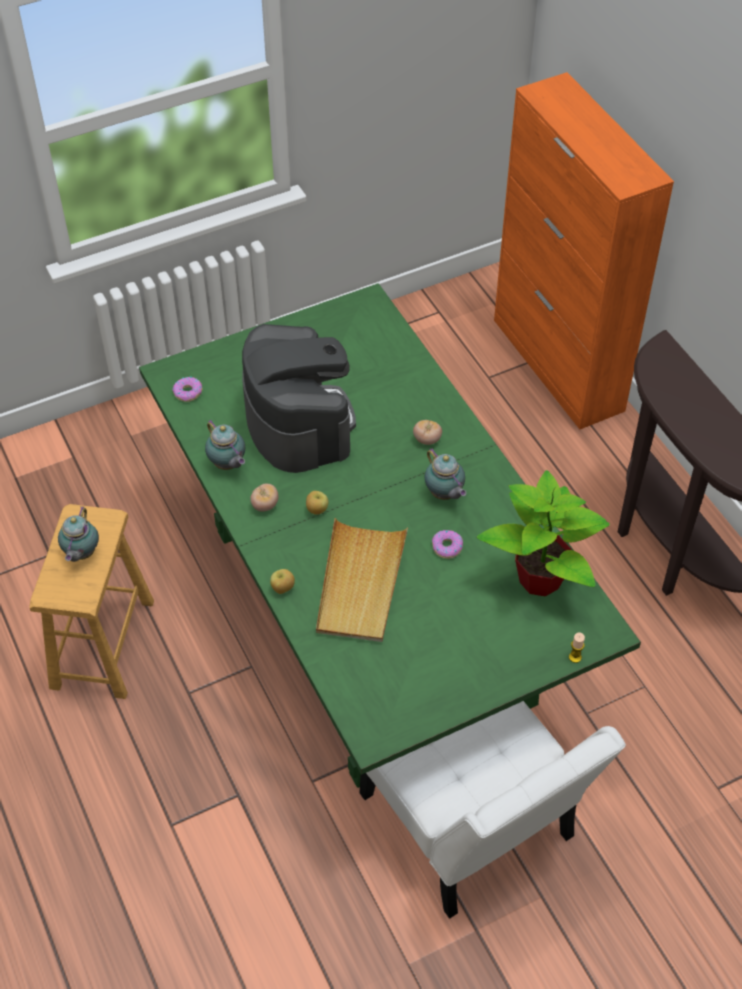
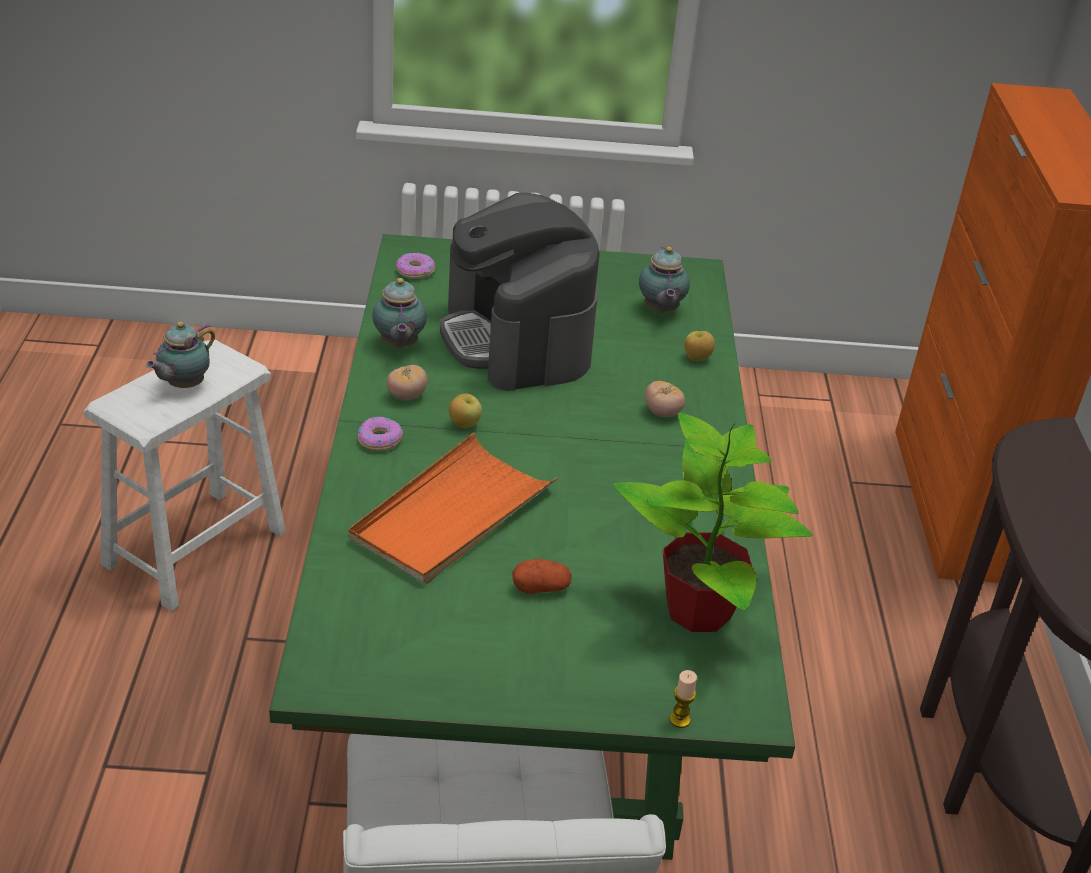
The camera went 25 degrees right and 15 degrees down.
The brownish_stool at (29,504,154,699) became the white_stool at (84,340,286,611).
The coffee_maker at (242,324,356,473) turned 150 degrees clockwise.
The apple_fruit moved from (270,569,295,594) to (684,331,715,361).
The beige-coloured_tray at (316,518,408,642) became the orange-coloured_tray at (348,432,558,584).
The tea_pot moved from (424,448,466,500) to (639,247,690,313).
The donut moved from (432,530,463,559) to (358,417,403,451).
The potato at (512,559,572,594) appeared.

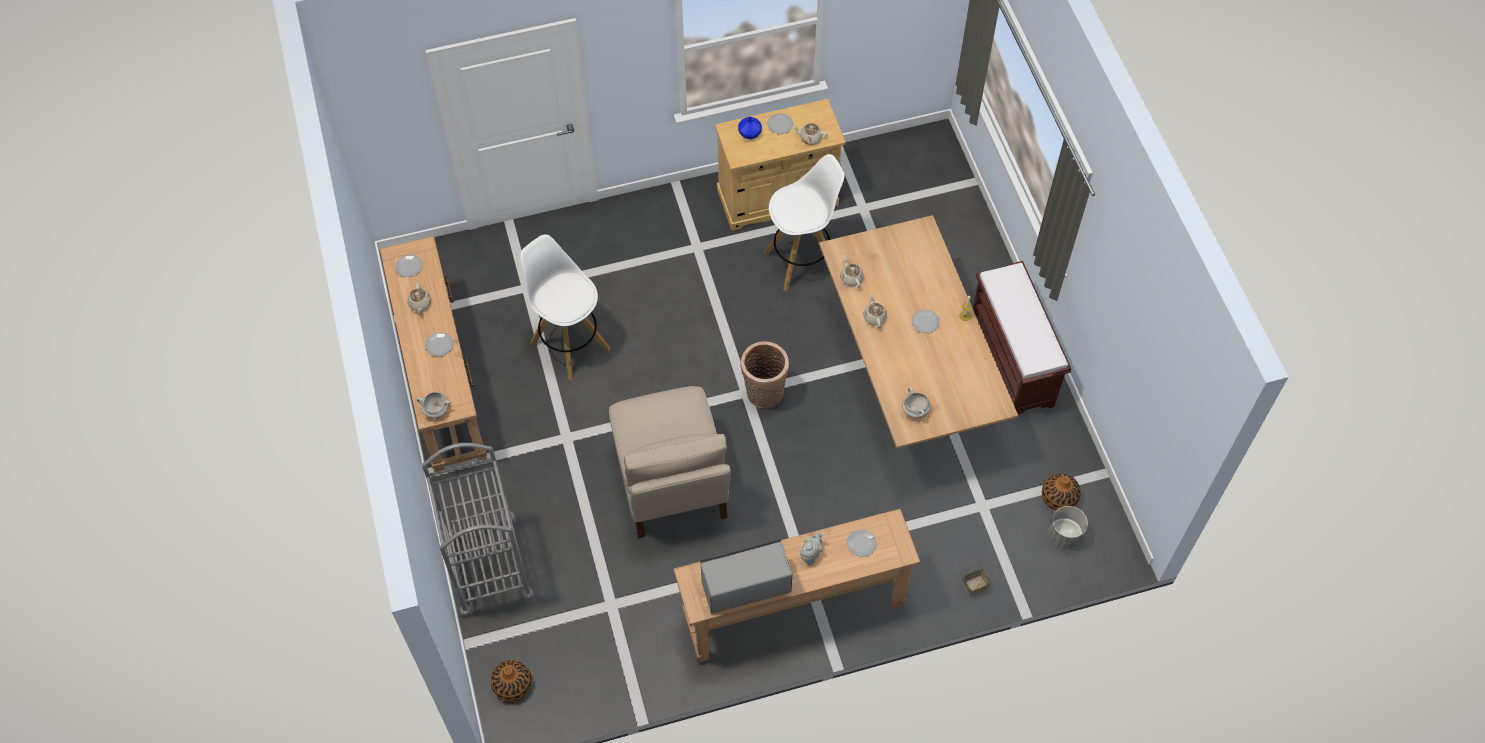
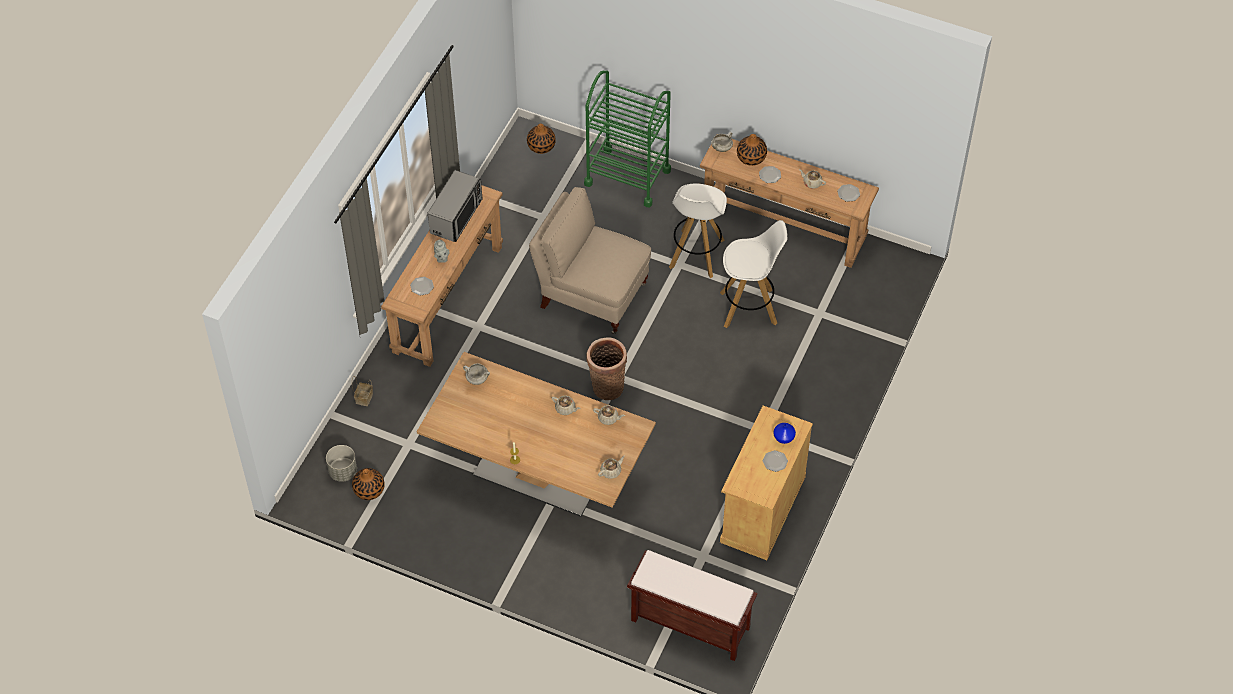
The camera went 130 degrees right and 5 degrees down.
The greyish_trolley at (422,443,535,618) became the green-coloured_trolley at (584,71,671,207).
The white_stool moved from (763,154,845,291) to (669,184,727,278).
The beige-coloured_tea_pot moved from (792,123,828,145) to (598,455,625,479).
The flat_dish at (912,310,940,333) disappeared.
The brownish_bench moved from (973,261,1072,415) to (627,550,757,661).
The vase at (737,134,767,166) appeared.

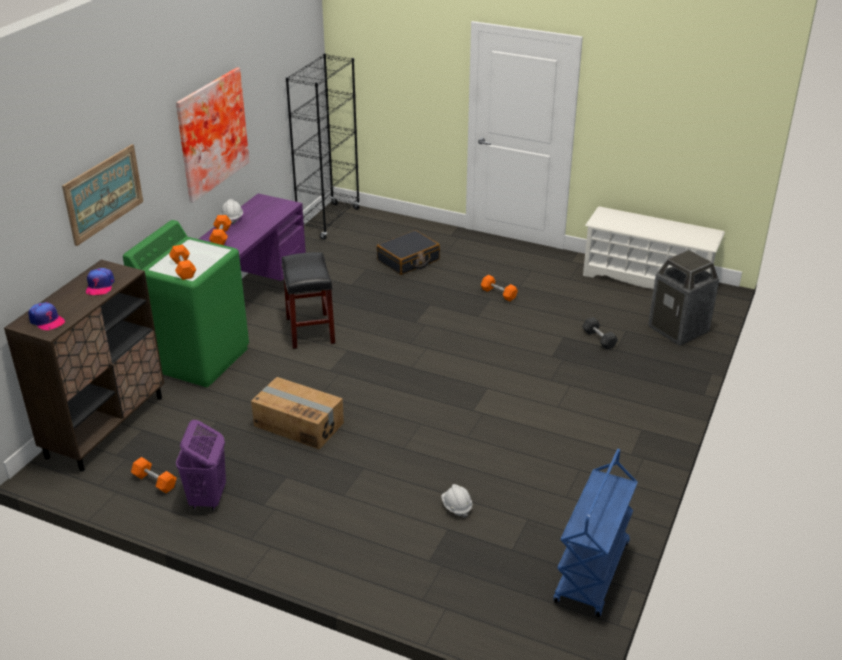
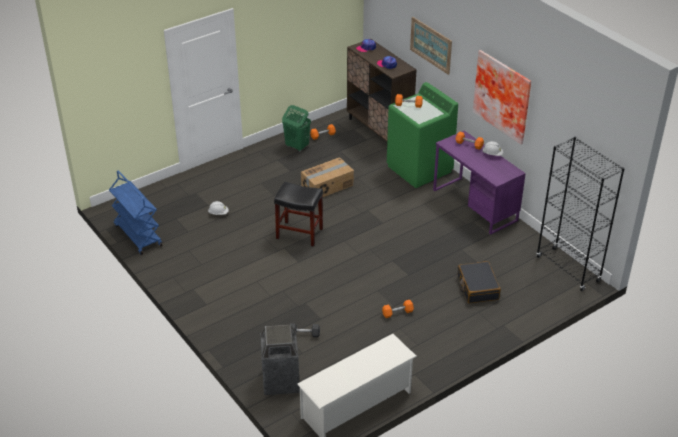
The camera went 120 degrees right and 5 degrees up.
The purple-coloured_washing_basket at (176,420,226,511) became the green-coloured_washing_basket at (282,105,311,151).
The blackish_stool moved from (282,252,335,349) to (274,182,323,247).

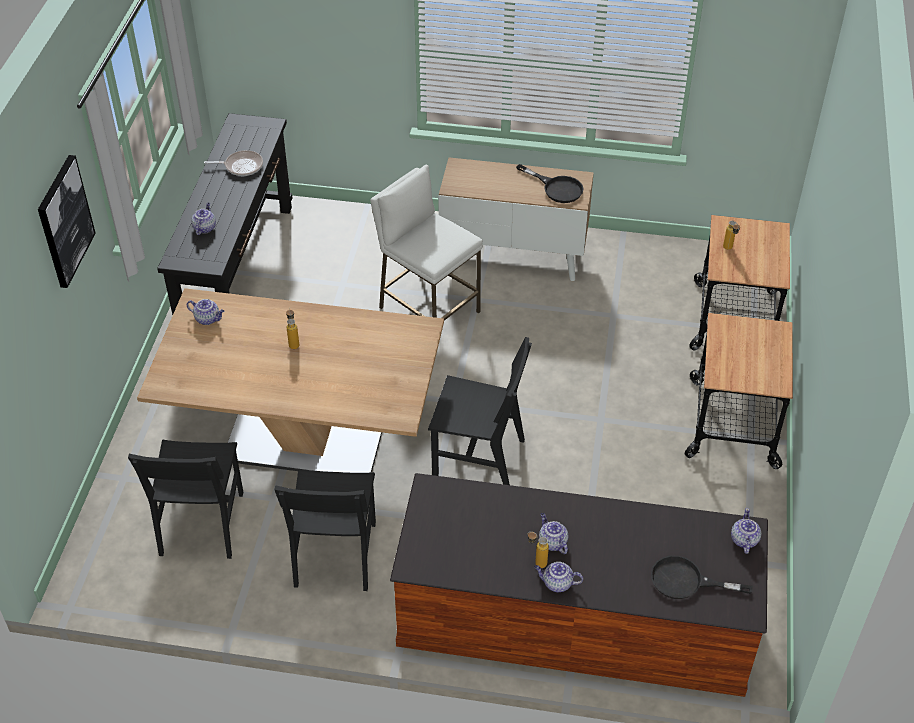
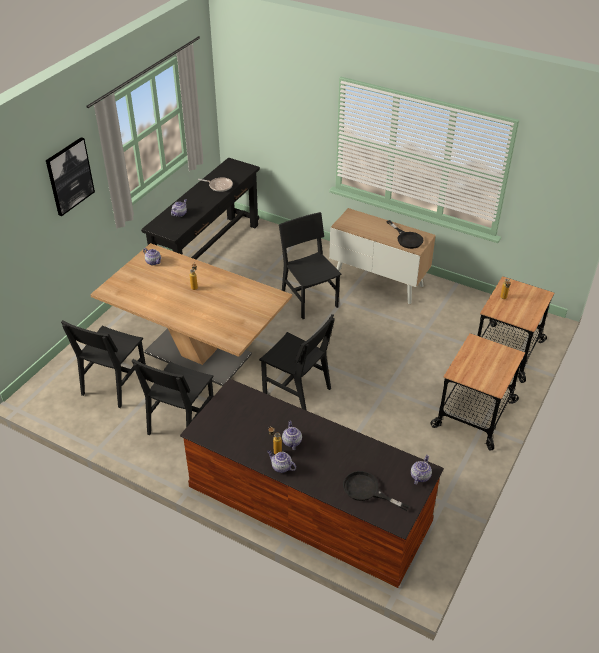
The camera went 20 degrees right and 5 degrees down.
The white_stool at (370,164,483,321) was replaced by the blackish_plain_chair at (279,212,341,319).

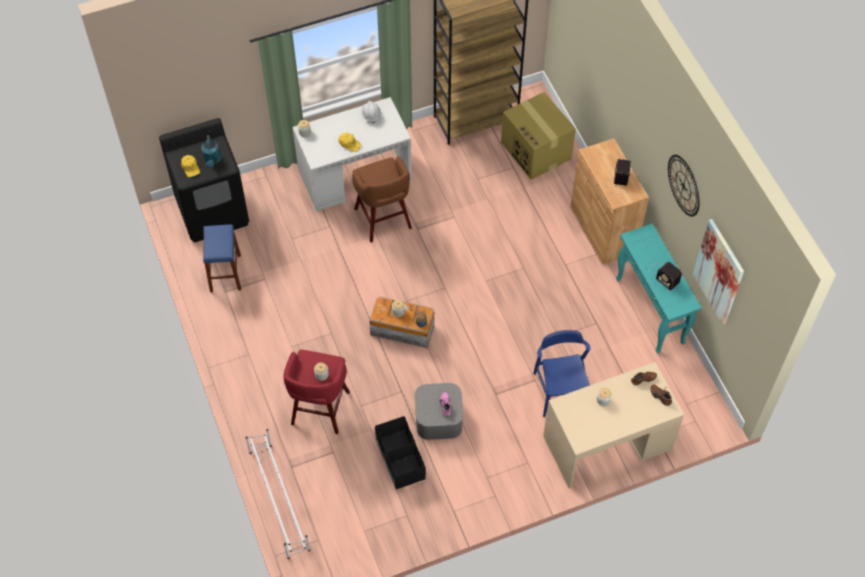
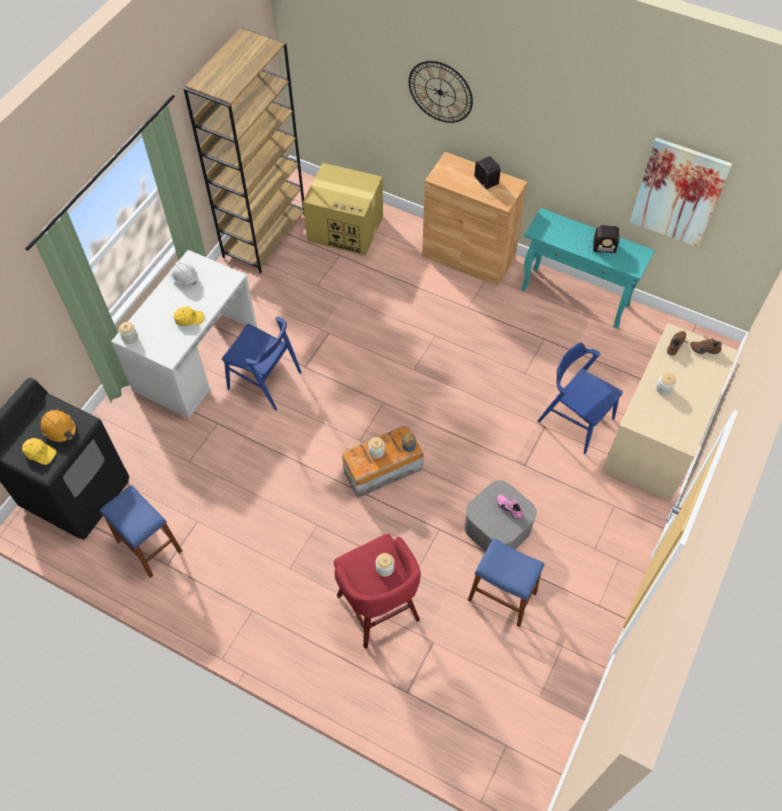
The camera went 40 degrees left and 0 degrees up.
The blue-green_watering_can at (201,135,221,168) was replaced by the orange-coloured_hard_hat at (41,408,77,443).
The white_shoe_shelf at (245,429,311,559) disappeared.
The brownish_stool at (352,156,412,243) was replaced by the blue_plain_chair at (222,317,302,410).
The blackish_storage_box at (375,416,426,489) was replaced by the blue_stool at (468,538,545,627).
The clock_on_the_wall moved from (668,155,700,217) to (409,61,473,123).

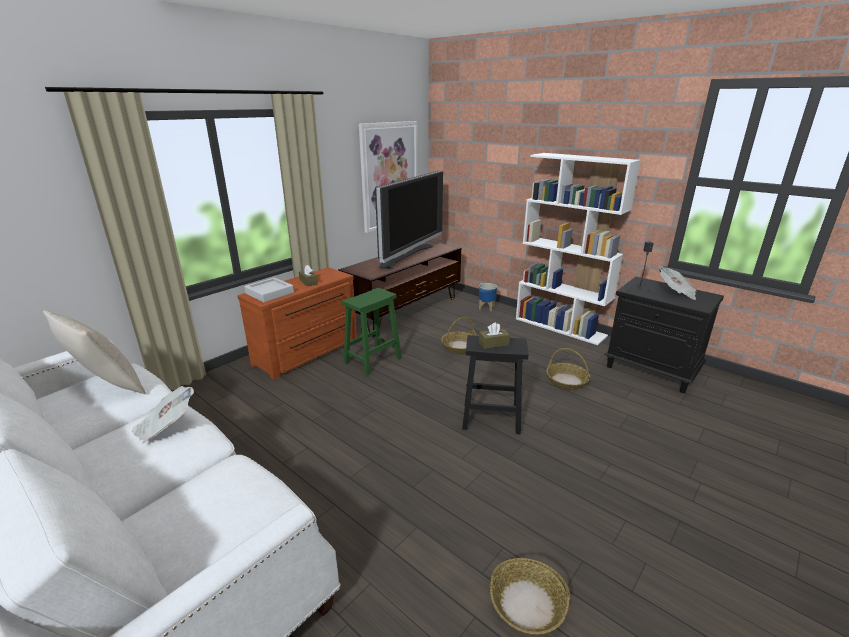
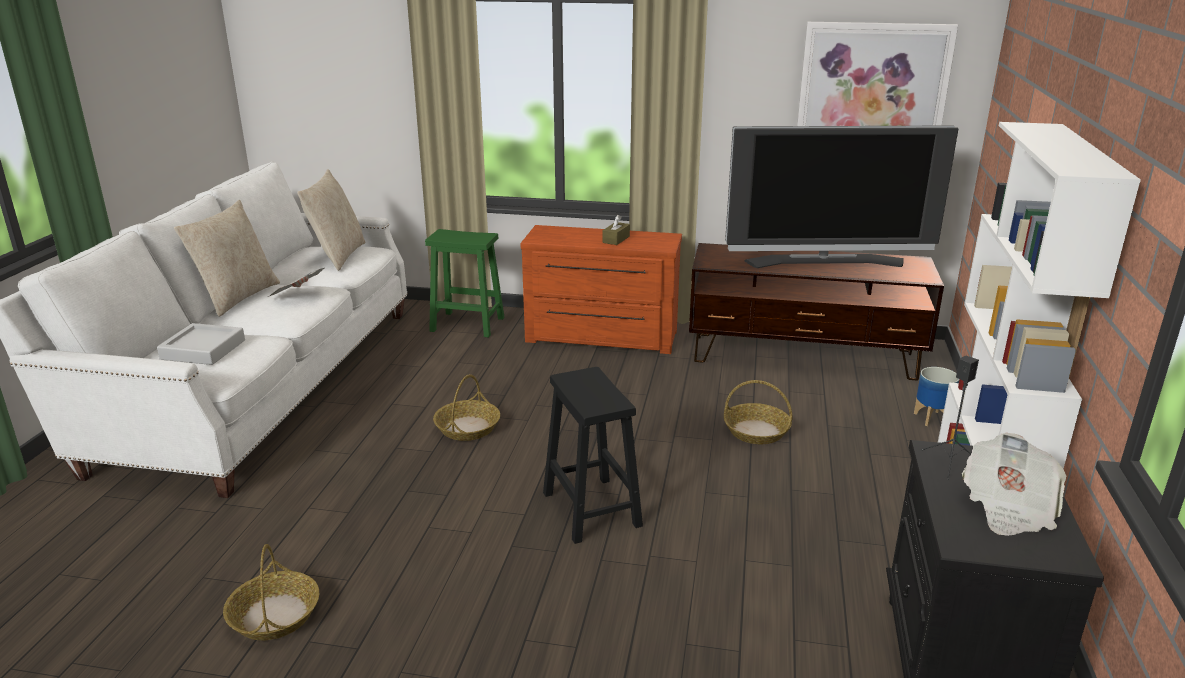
The camera went 60 degrees right and 0 degrees up.
The greyish_tray moved from (244,277,294,302) to (157,323,245,365).
The green-coloured_stool moved from (342,288,402,376) to (425,229,504,337).
The brownish_tissue_holder at (479,322,510,349) disappeared.
The basket moved from (546,348,590,390) to (433,374,500,441).
The beige-coloured_pillow at (174,200,280,317) appeared.

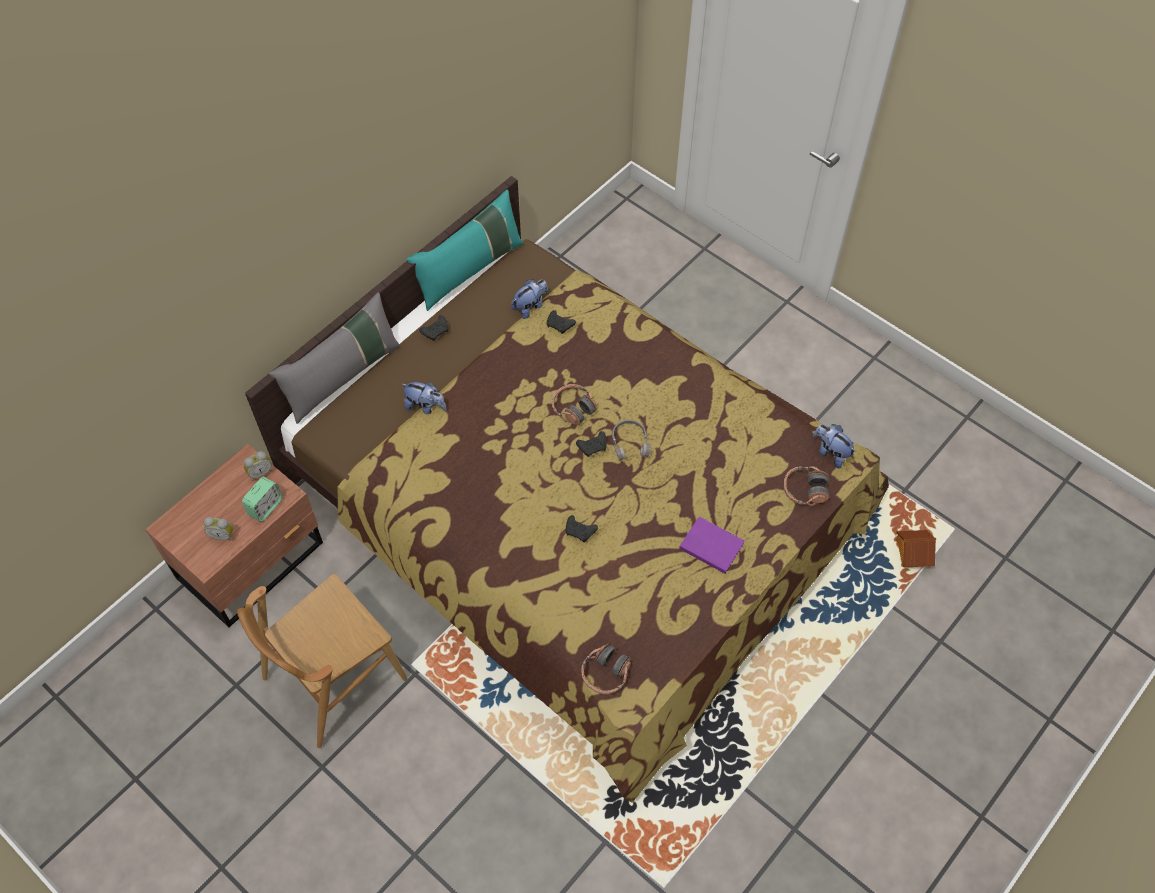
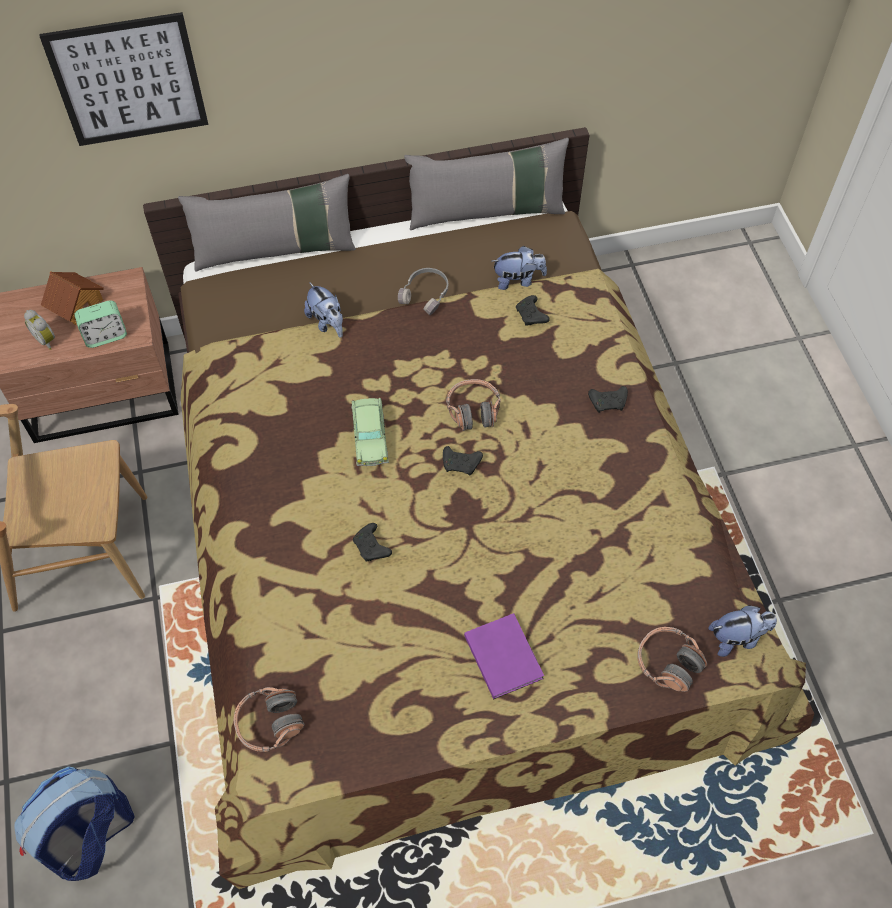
The camera went 35 degrees right and 0 degrees up.
The bedside_clock at (244,451,272,481) disappeared.
The blue-green_pillow at (406,190,524,311) became the greyish_pillow at (404,138,569,230).
The blackish_game_controller moved from (419,315,448,341) to (588,386,628,413).
The greyish_pair_of_headphones moved from (612,420,651,461) to (398,268,448,315).
The soft_toy at (813,424,856,468) turned 90 degrees clockwise.
The toy_house moved from (896,530,936,567) to (41,272,104,325).
The rucksack at (14,766,135,881) appeared.
The wall_art at (39,12,208,146) appeared.
The model_car at (351,397,389,466) appeared.

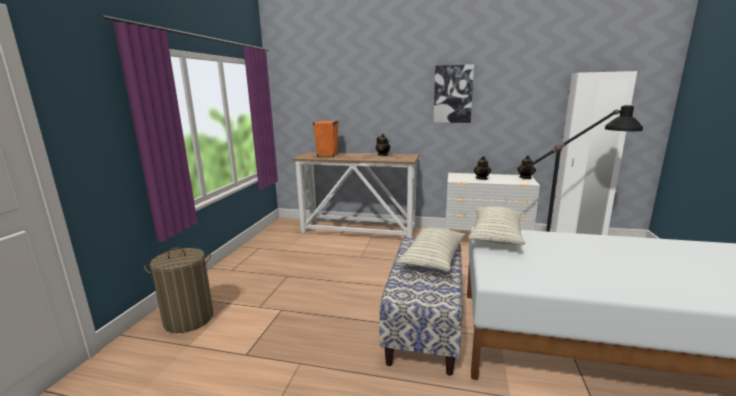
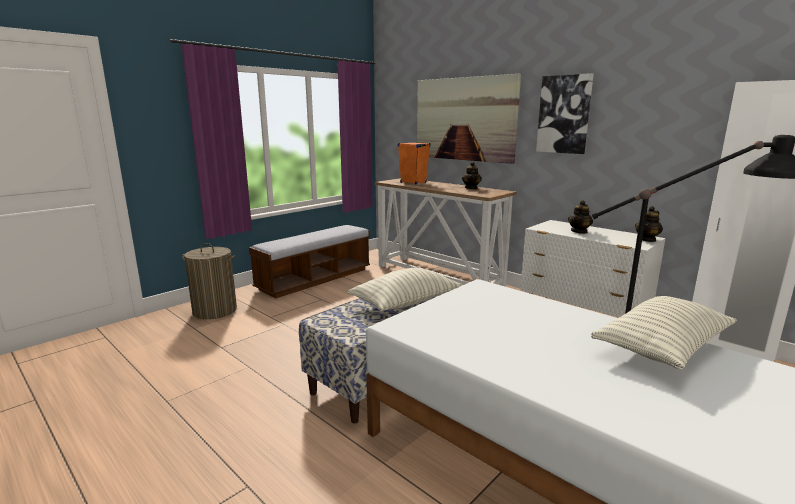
The camera went 30 degrees right and 0 degrees up.
The pillow moved from (468,206,525,245) to (591,296,737,369).
The bench at (249,225,370,298) appeared.
The wall_art at (417,74,521,164) appeared.

